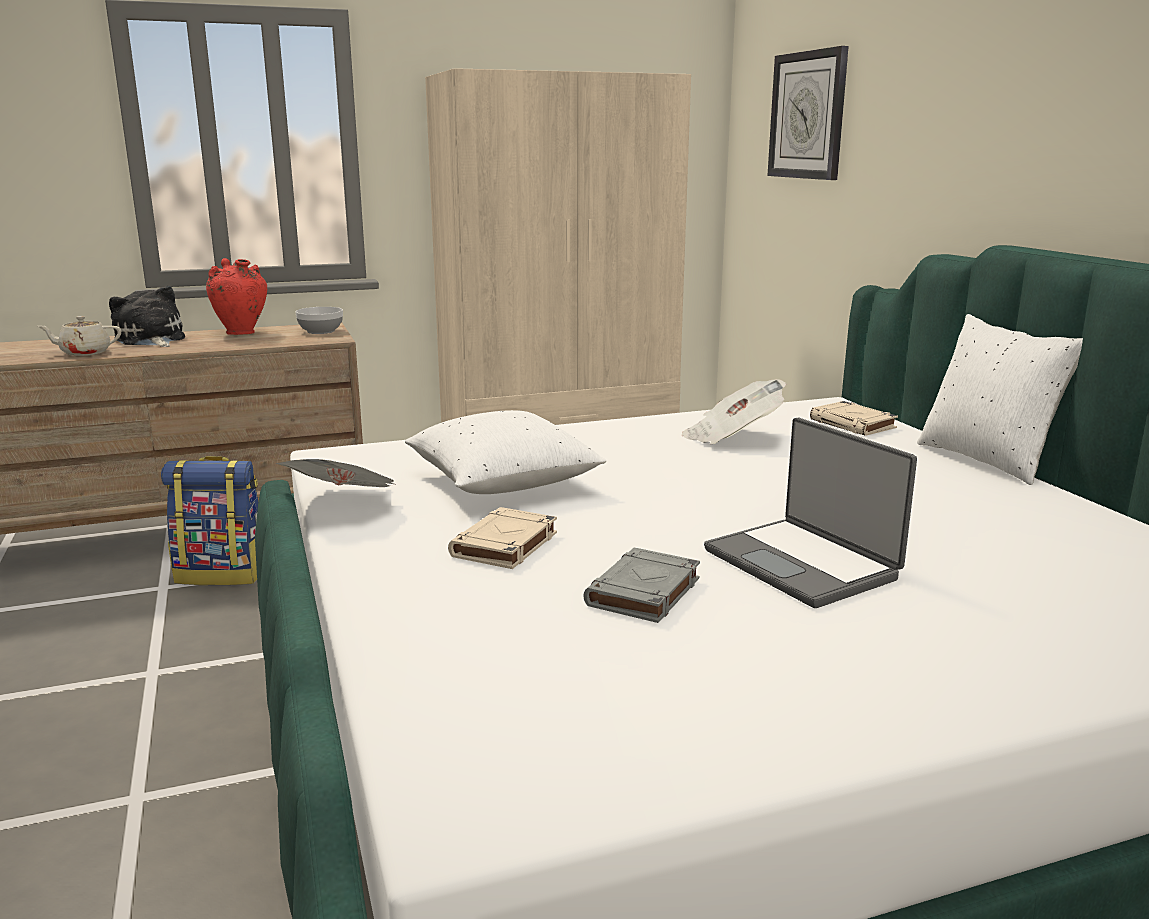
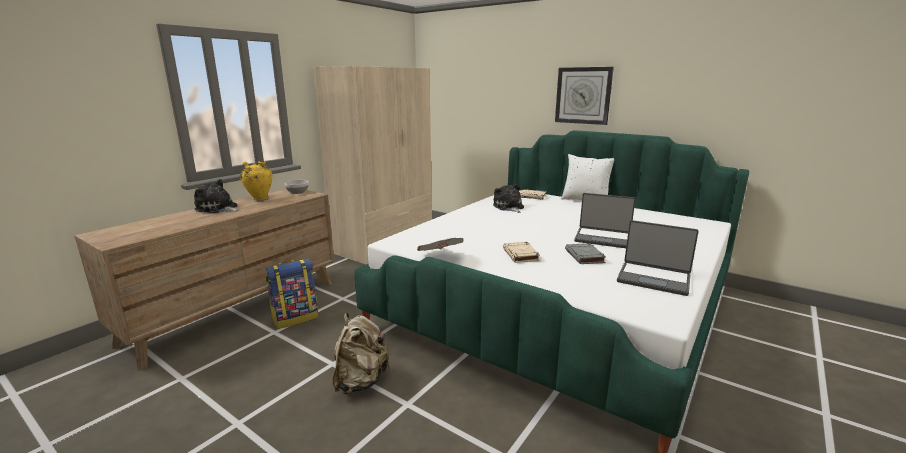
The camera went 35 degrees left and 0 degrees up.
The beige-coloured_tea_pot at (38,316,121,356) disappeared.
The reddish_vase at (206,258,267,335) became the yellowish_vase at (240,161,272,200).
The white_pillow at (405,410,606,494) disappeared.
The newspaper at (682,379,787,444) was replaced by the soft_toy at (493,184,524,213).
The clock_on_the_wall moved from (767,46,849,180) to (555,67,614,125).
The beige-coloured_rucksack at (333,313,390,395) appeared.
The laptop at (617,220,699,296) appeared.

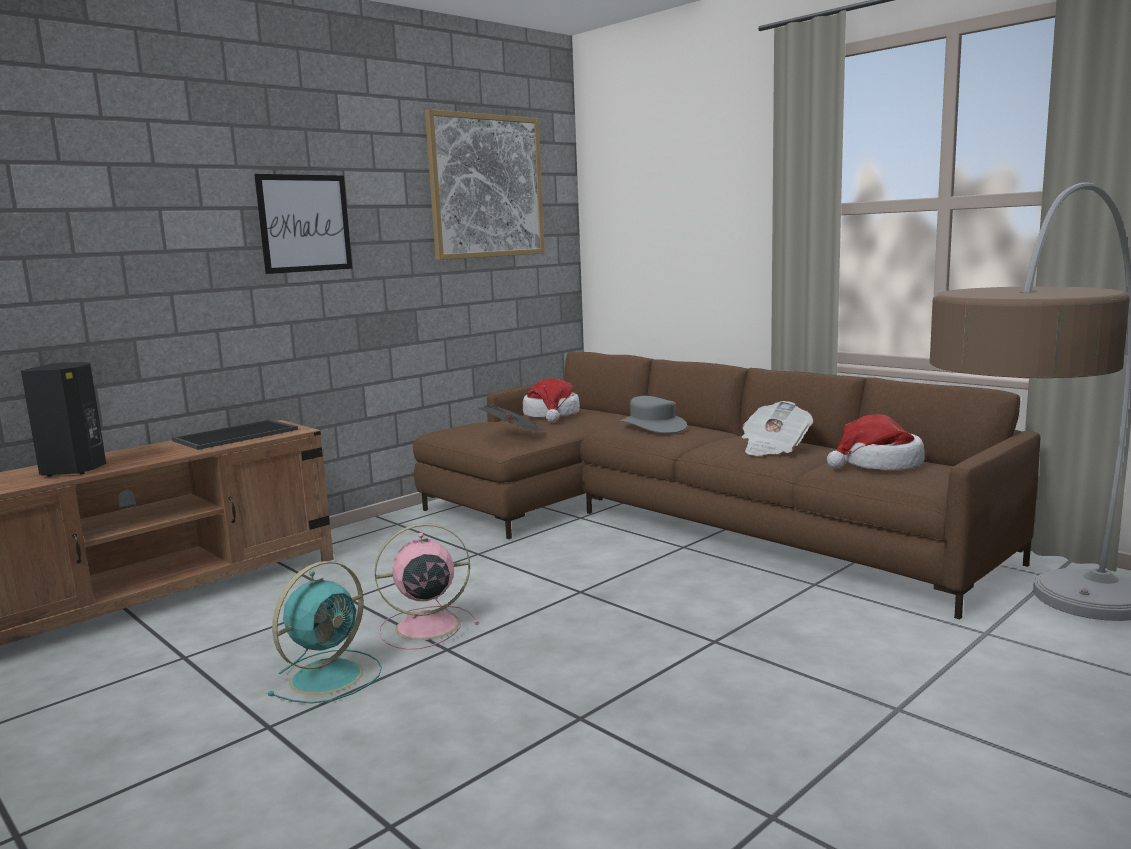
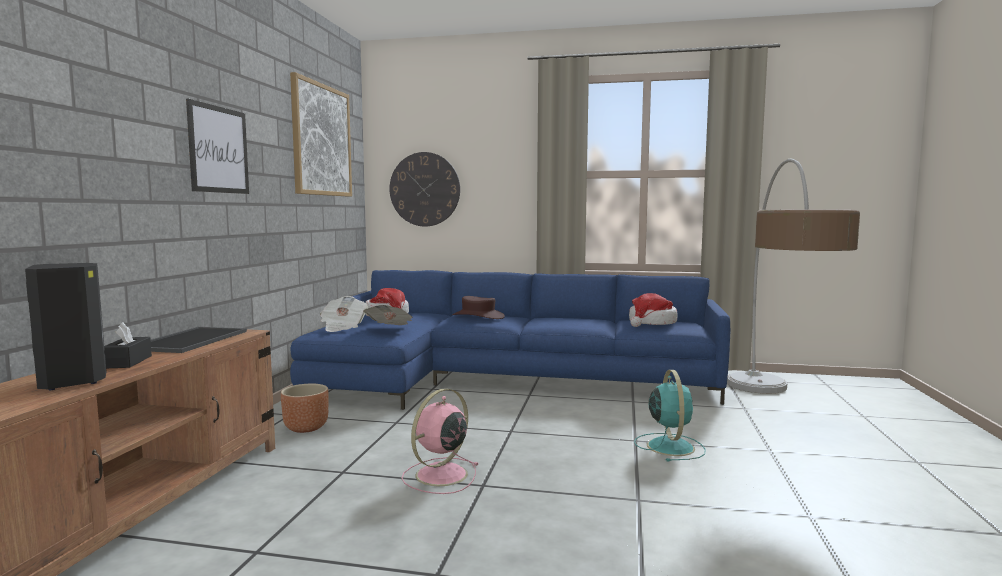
The camera went 35 degrees left and 5 degrees down.
The blue-green_electric_fan moved from (267,561,382,704) to (634,370,706,461).
The brownish_couch at (413,351,1040,619) became the blue_couch at (290,270,730,410).
The greyish_clothing_hat at (619,396,687,433) became the brownish_clothing_hat at (452,296,505,319).
The newspaper moved from (742,401,813,456) to (320,296,368,332).
The blackish_tissue_holder at (104,322,152,368) appeared.
The brownish_flower_pot at (281,384,329,433) appeared.
The clock_on_the_wall at (389,152,460,226) appeared.

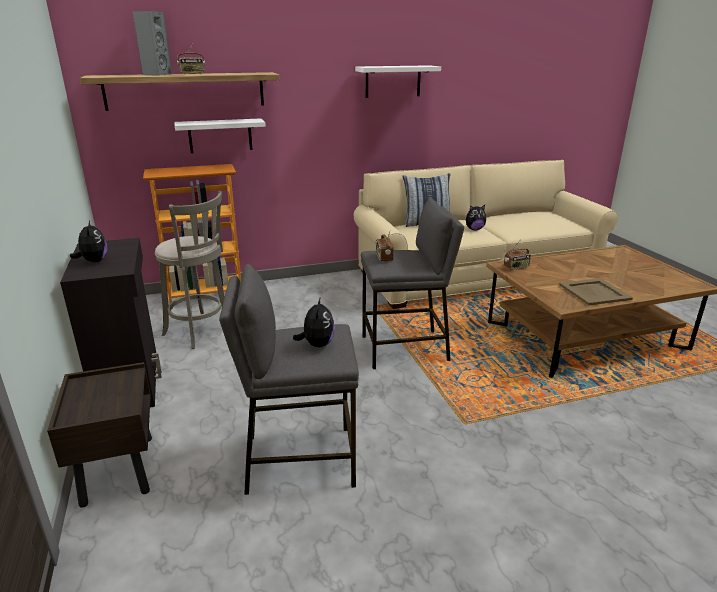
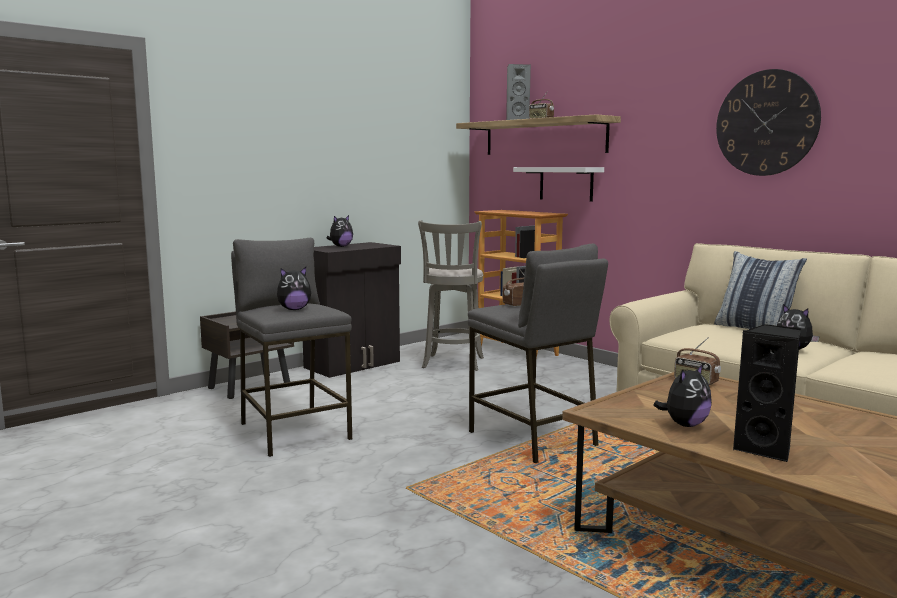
The camera went 65 degrees right and 15 degrees down.
The white_shelf at (355,65,441,98) was replaced by the clock_on_the_wall at (716,69,821,176).
The beige-coloured_tray at (559,278,633,305) was replaced by the soft_toy at (654,364,712,427).
The blackish_audio_speaker at (733,324,801,462) appeared.

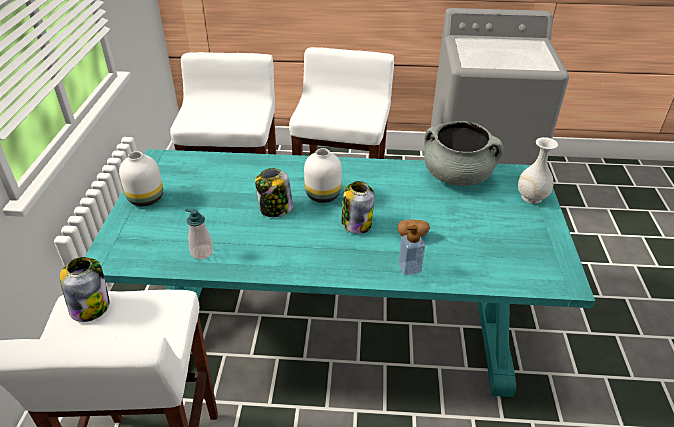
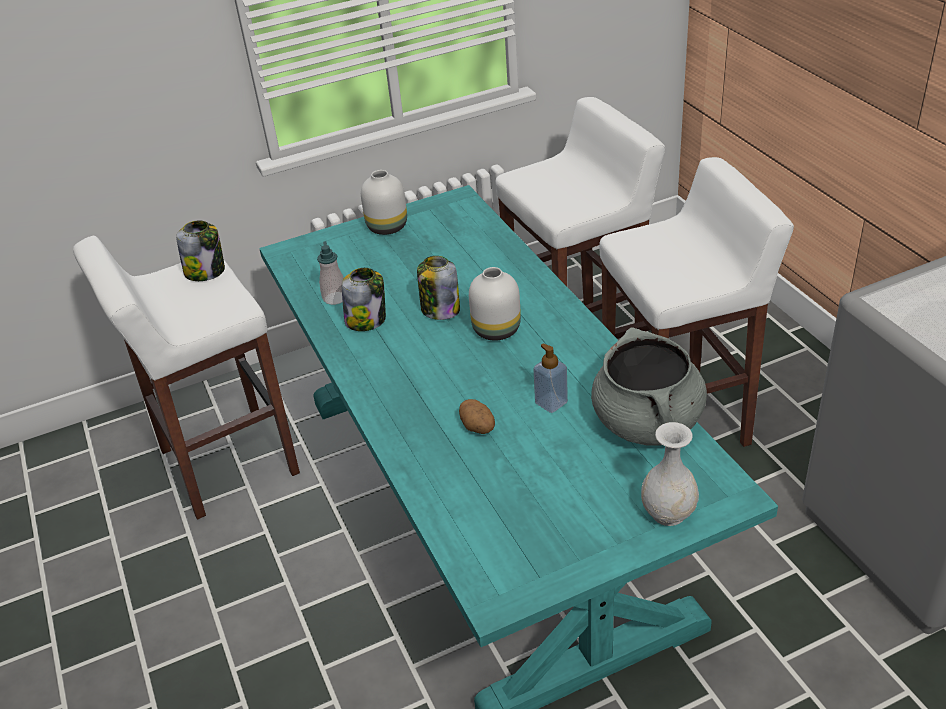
The camera went 65 degrees right and 0 degrees up.
The storage_jar moved from (341,181,374,234) to (342,268,386,331).
The liquid_soap_bottle moved from (399,225,425,275) to (533,343,568,413).

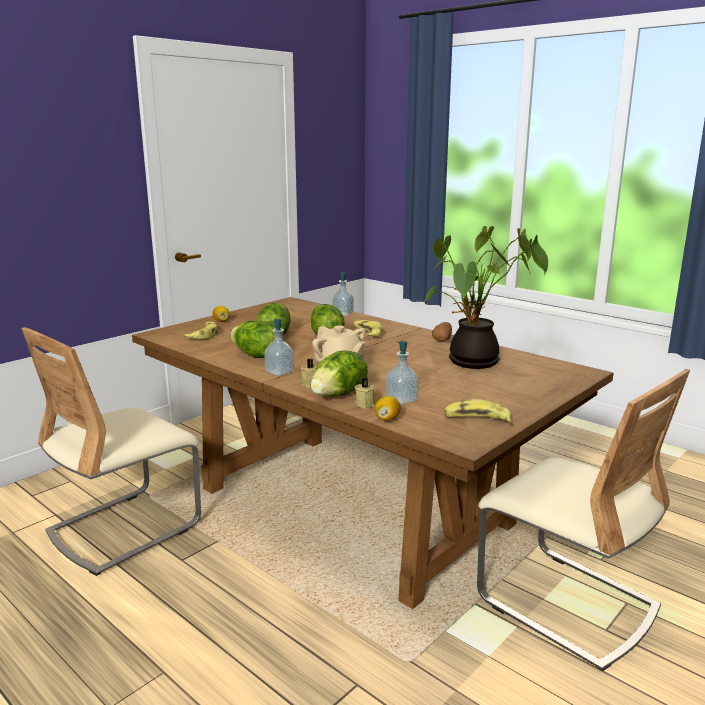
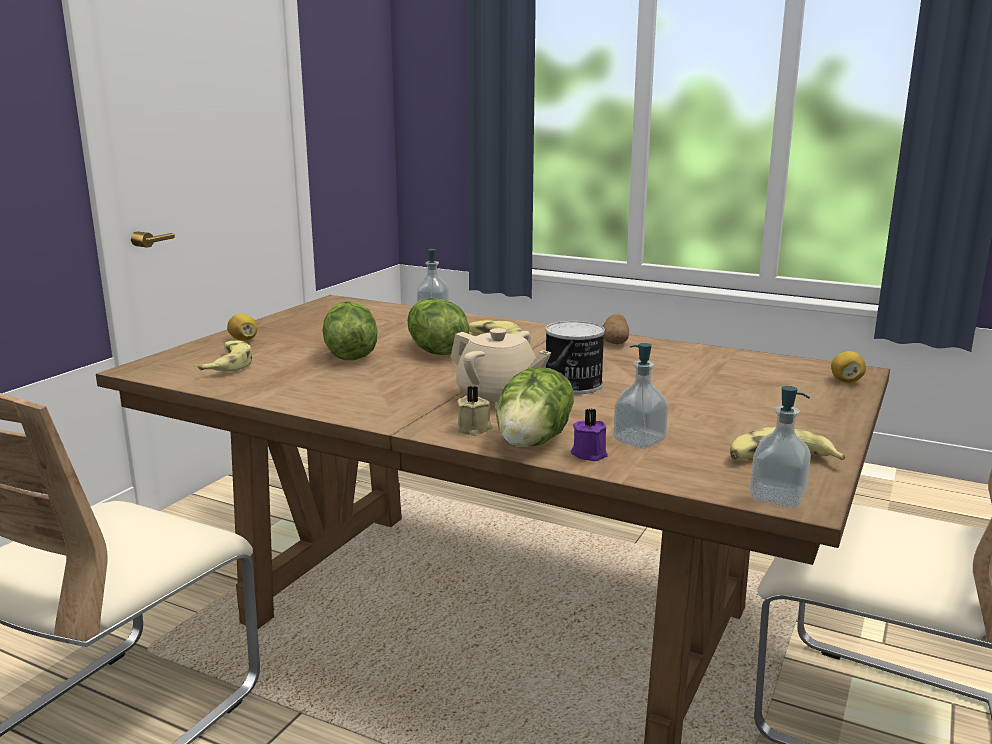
The camera went 15 degrees left and 0 degrees up.
The lettuce at (230,320,284,358) disappeared.
The liquid_soap_bottle moved from (264,318,294,376) to (750,386,811,508).
The beige-coloured_candle at (355,377,375,409) became the purple-coloured_candle at (571,409,608,461).
The whole_lemon moved from (375,396,401,421) to (831,351,866,383).
The houseplant at (424,226,548,369) disappeared.
The sealed_can at (545,321,605,394) appeared.

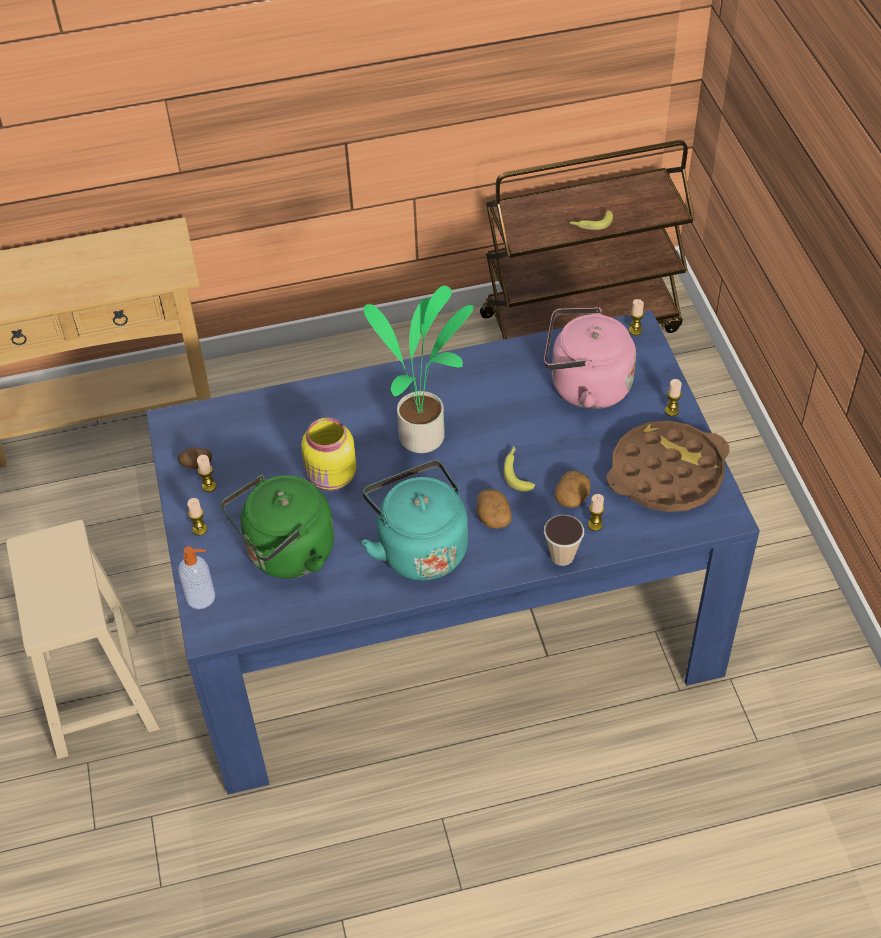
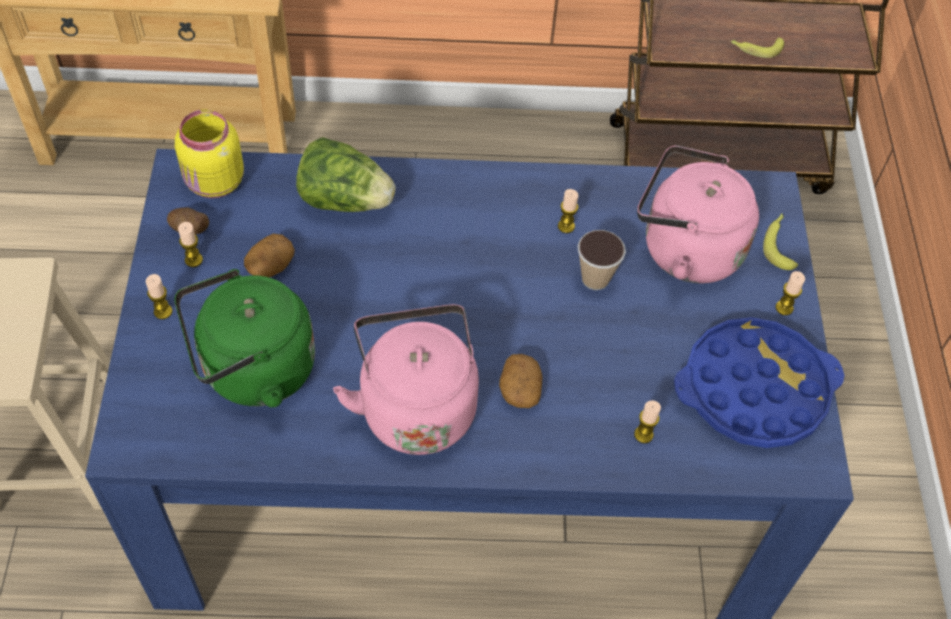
The camera went 10 degrees right and 5 degrees up.
The liquid_soap_bottle at (178,546,215,609) disappeared.
The yellowish_storage_jar moved from (301,418,357,491) to (175,109,244,198).
The blue-green_kettle at (361,460,468,581) became the pinkish_kettle at (333,304,479,455).
The houseplant at (364,286,474,453) disappeared.
The banana moved from (504,446,535,491) to (763,213,798,270).
The small_cup moved from (544,515,584,566) to (578,230,626,290).
The potato moved from (555,471,590,508) to (244,234,295,277).
The brownish_tray at (606,421,729,512) became the blue_tray at (674,317,845,448).
The candle moved from (629,299,644,335) to (558,189,579,233).
The lettuce at (296,137,396,212) appeared.

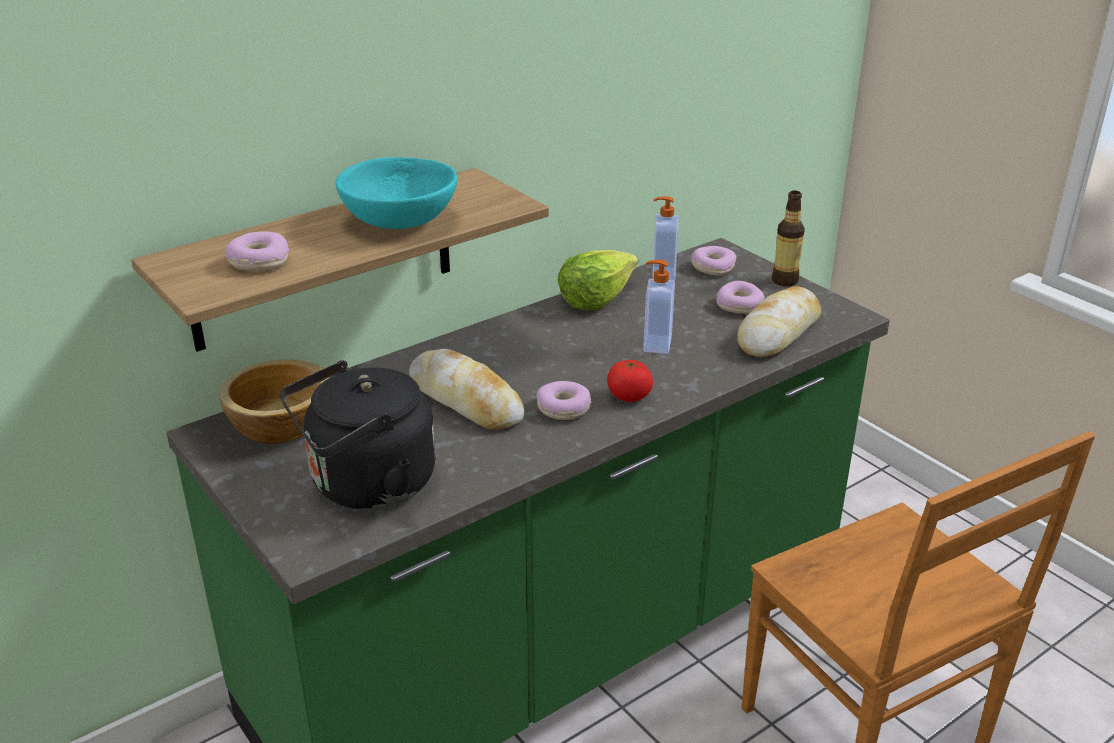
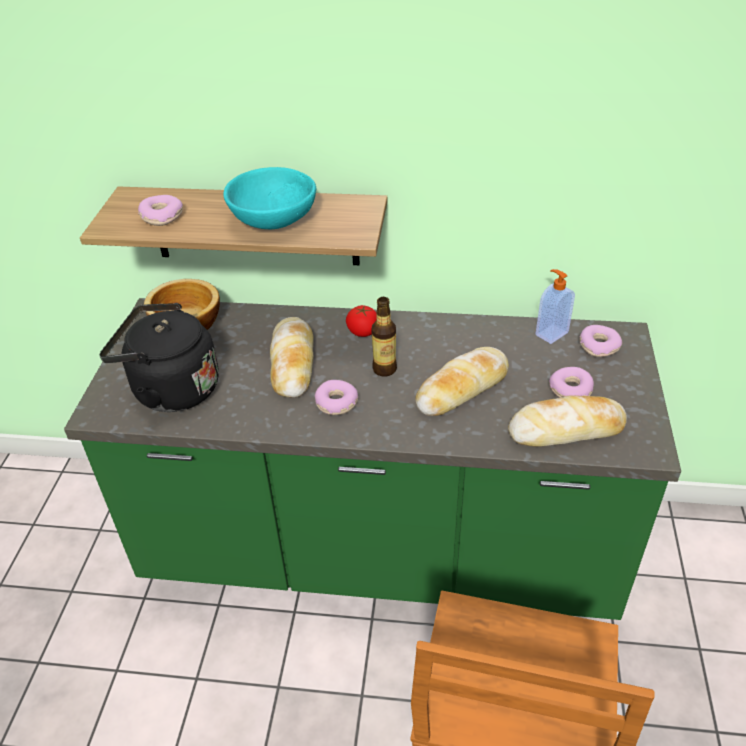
The camera went 45 degrees right and 10 degrees up.
The lettuce at (558,250,638,310) disappeared.
The tomato moved from (607,360,653,402) to (346,305,377,337).
The liquid_soap_bottle at (643,260,675,354) was replaced by the bread at (415,347,509,416).
The bottle moved from (772,191,805,286) to (371,297,397,376).

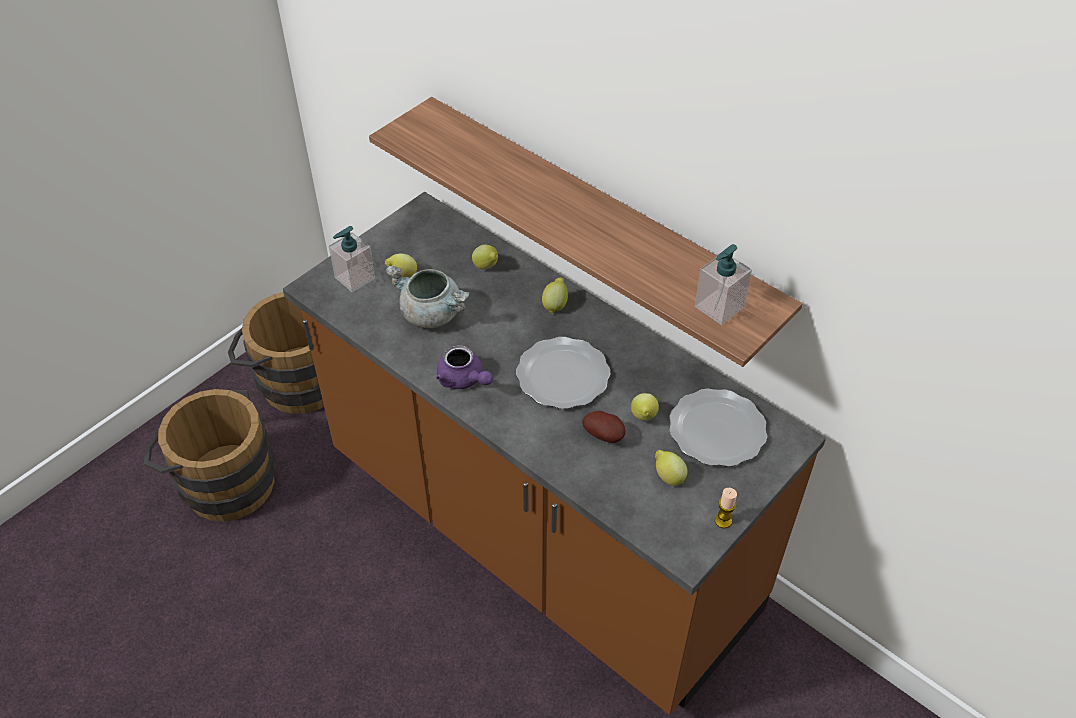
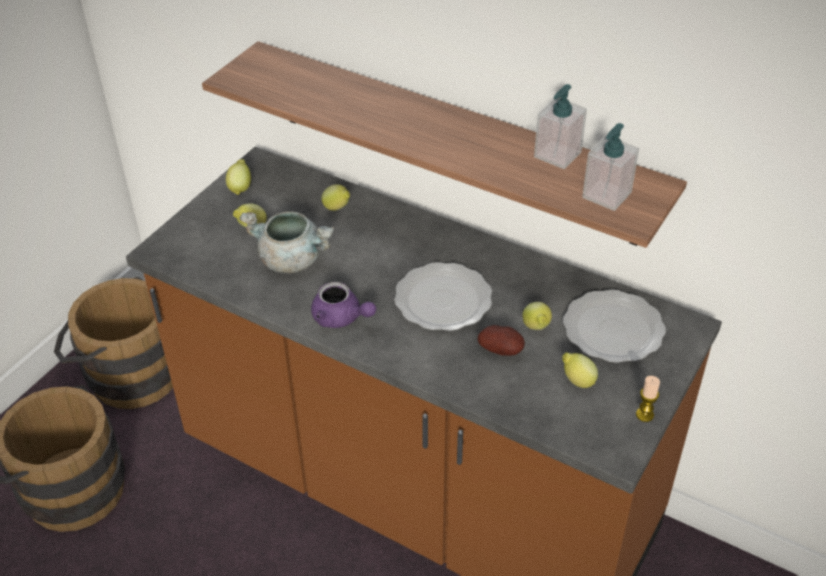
The camera went 10 degrees left and 5 degrees down.
The liquid_soap_bottle moved from (329,226,375,292) to (534,84,587,169).
The whole_lemon moved from (542,278,568,314) to (226,159,251,195).

